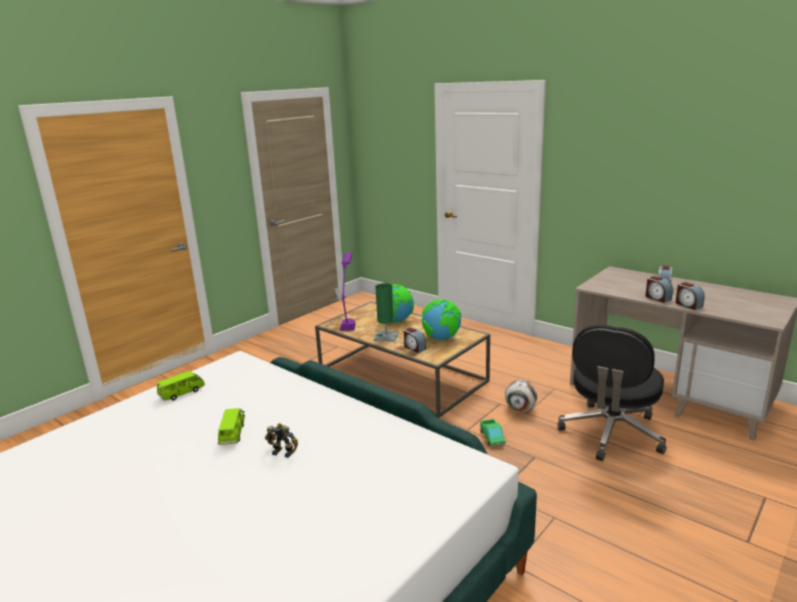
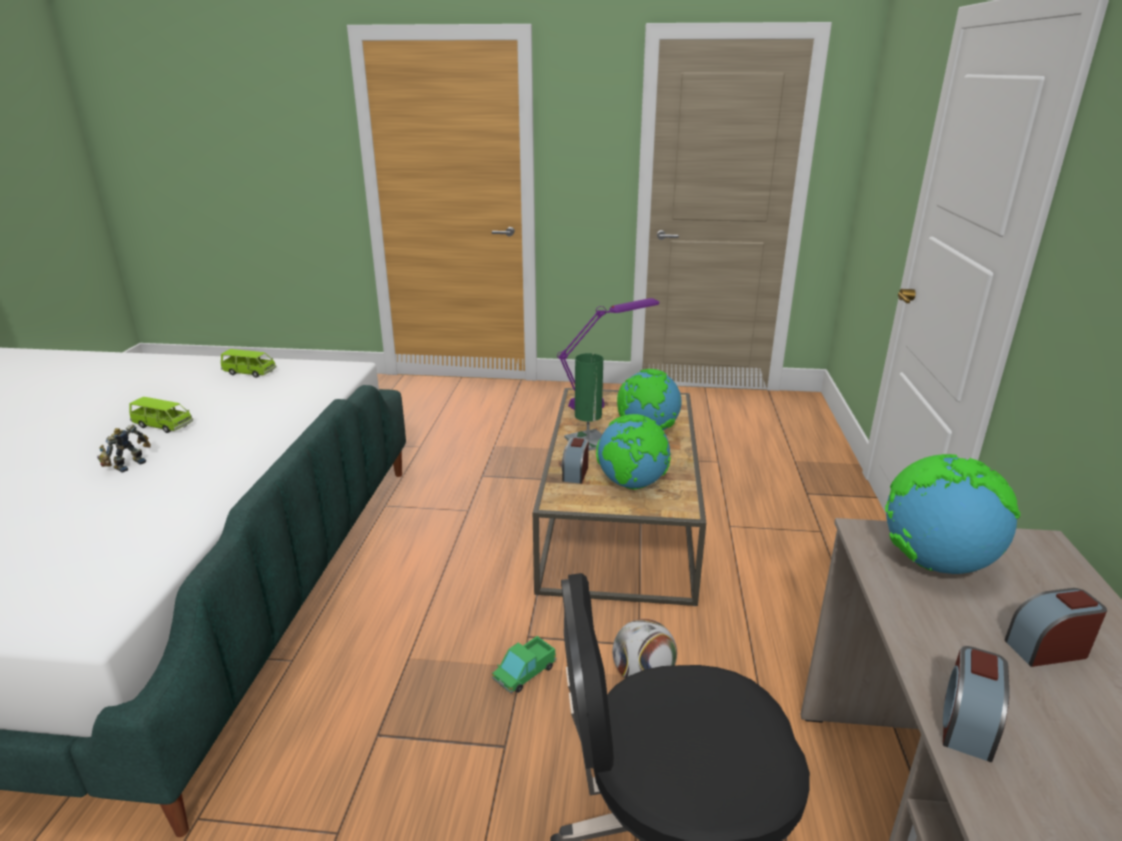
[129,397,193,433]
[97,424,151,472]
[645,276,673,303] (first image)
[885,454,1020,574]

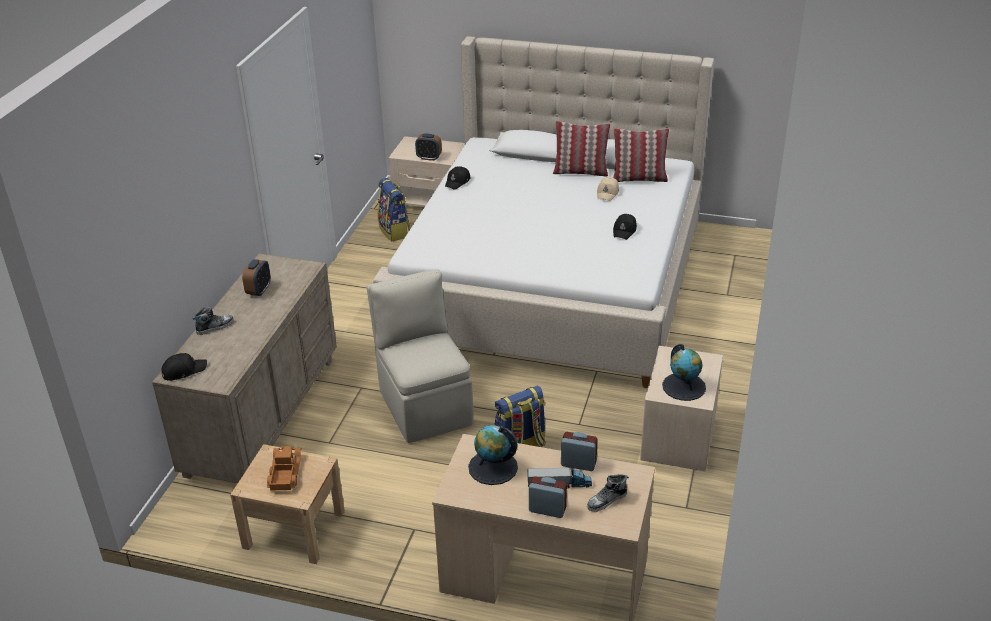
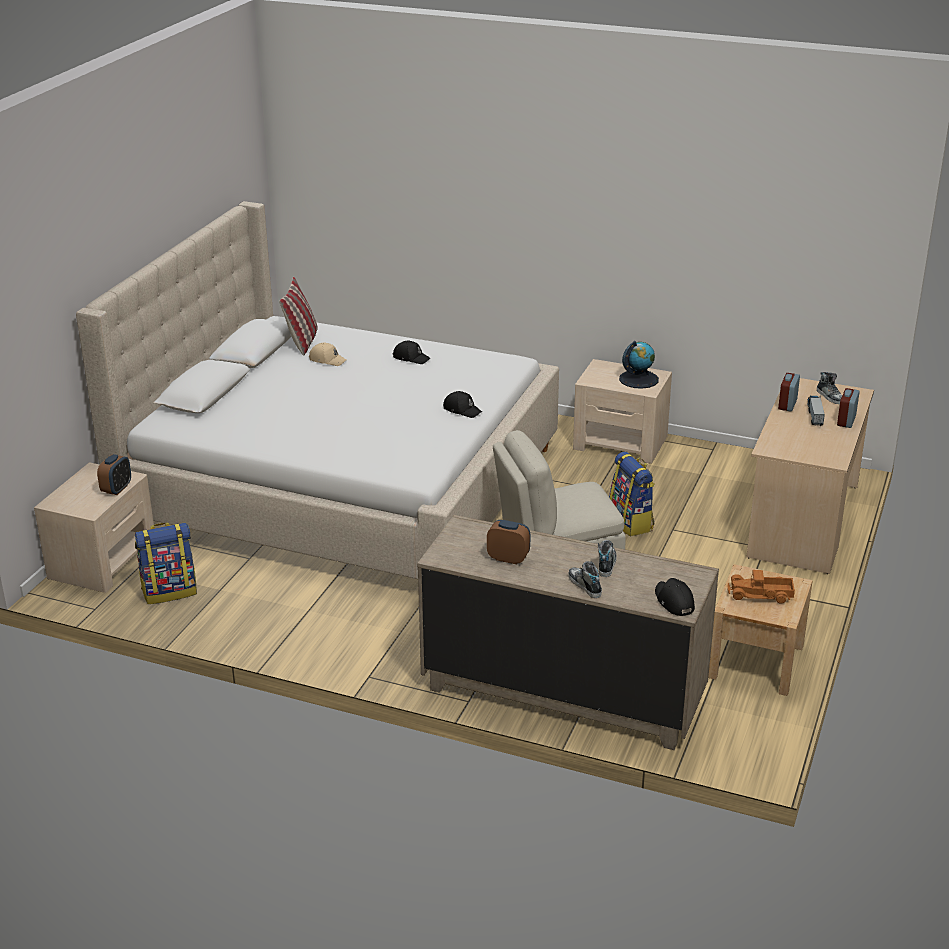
[443,391,482,418]
[468,425,518,485] (first image)
[553,121,610,176] (first image)
[598,540,617,577]

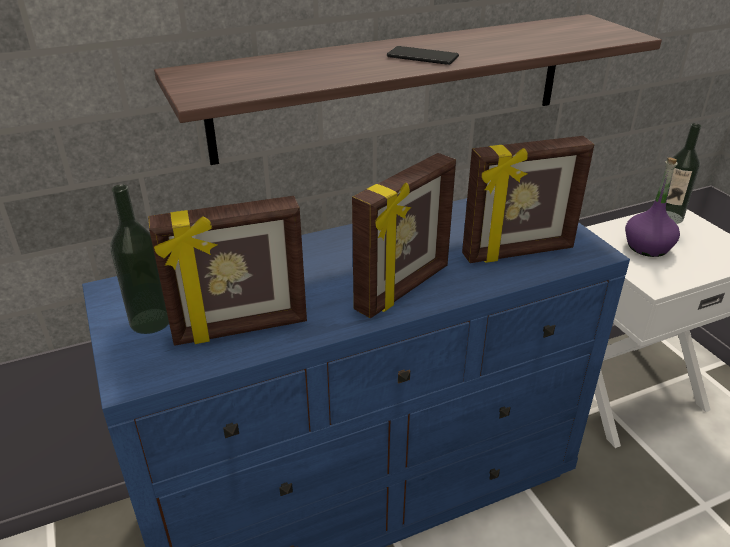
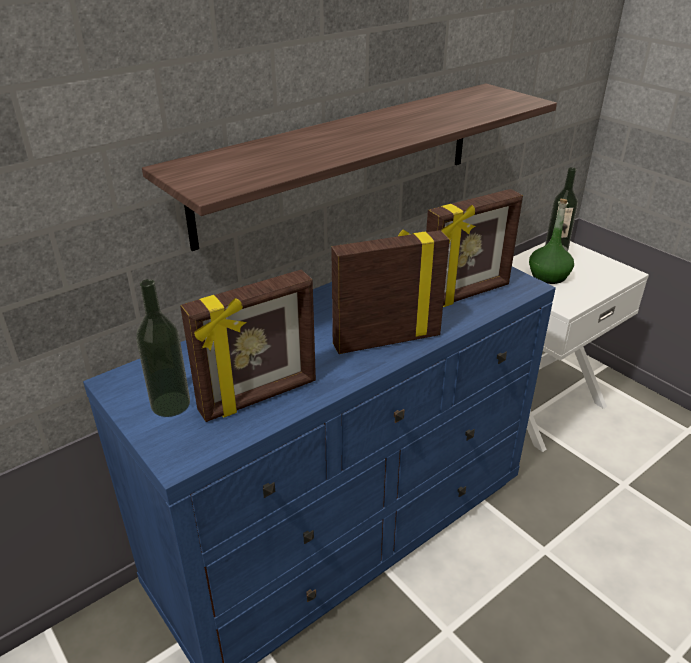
[331,230,450,354]
[387,46,459,65] (first image)
[529,199,574,284]

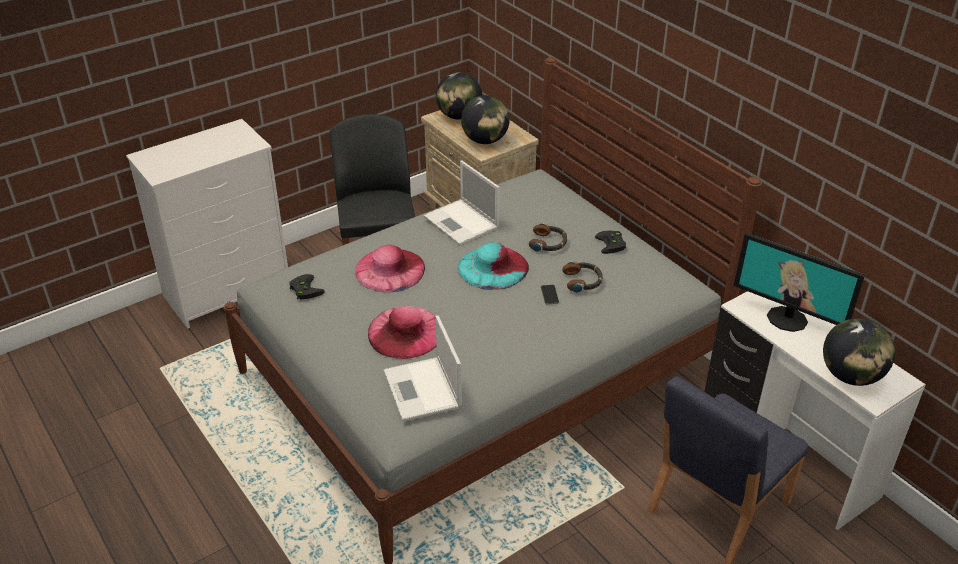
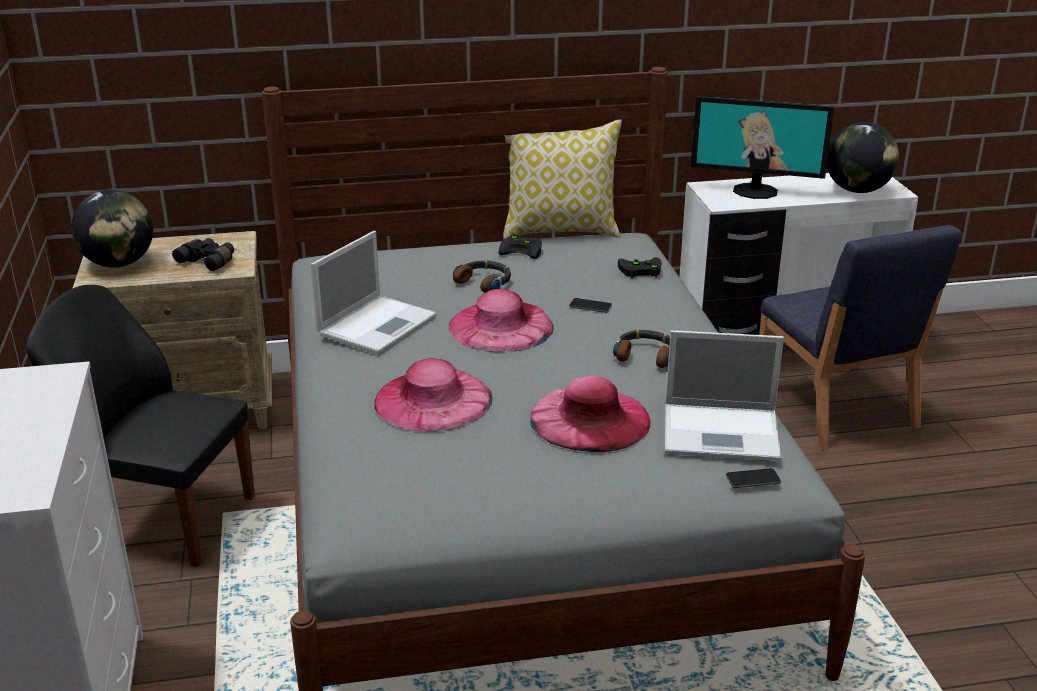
[618,257,662,278]
[310,231,437,354]
[449,289,554,352]
[172,238,234,271]
[613,329,670,368]
[691,96,834,199]
[503,119,622,239]
[725,468,781,488]

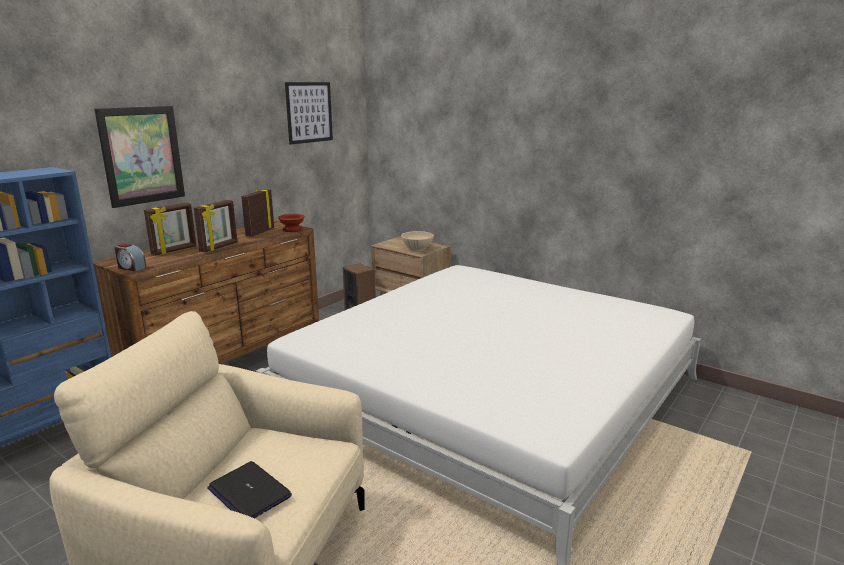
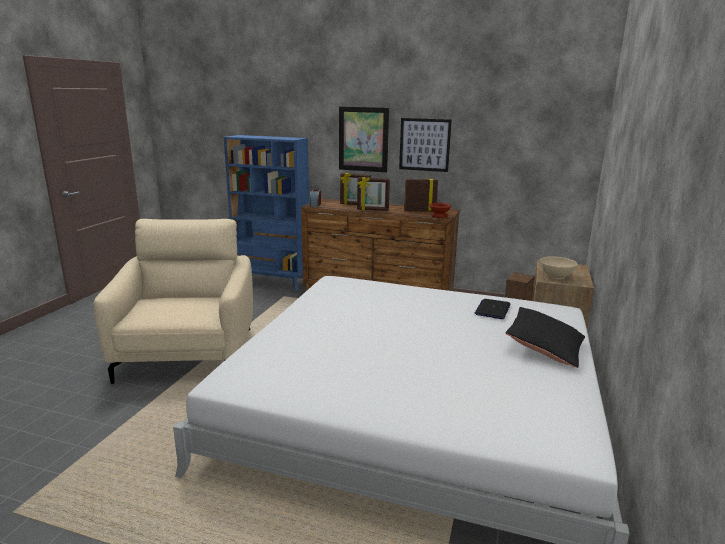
[474,299,510,319]
[399,118,452,172]
[506,307,585,368]

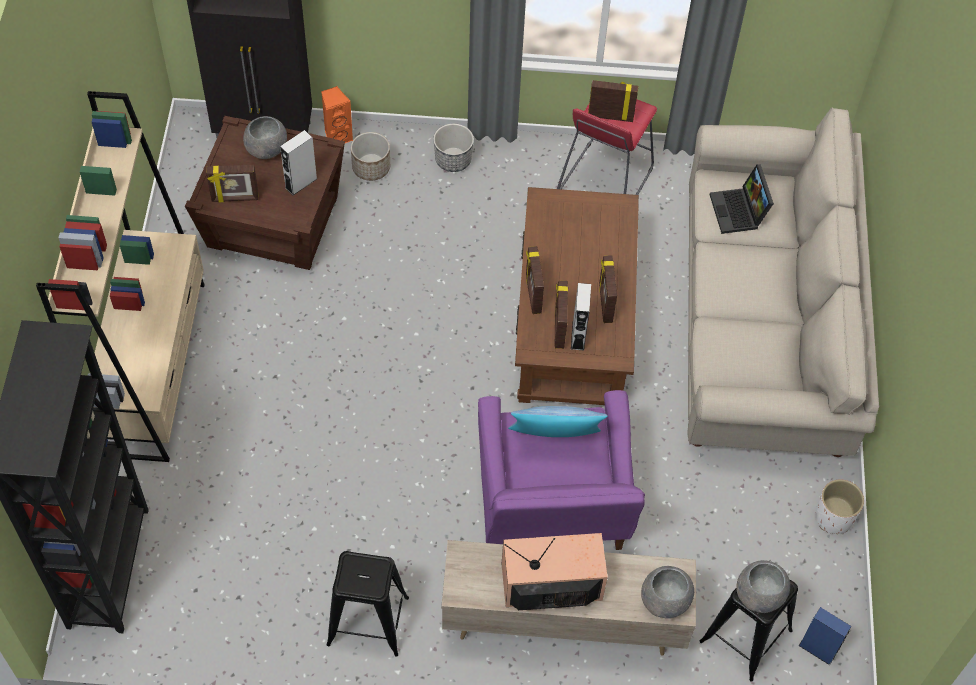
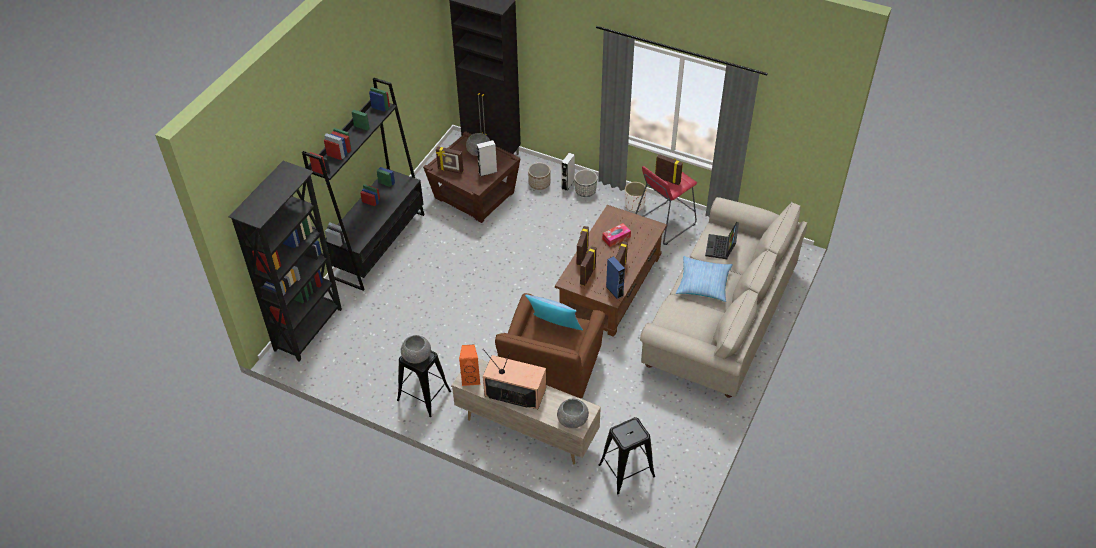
[302,78,424,291]
[459,345,481,386]
[495,293,605,399]
[561,153,575,191]
[401,335,431,363]
[606,256,625,299]
[625,182,647,212]
[602,223,631,247]
[676,256,733,302]

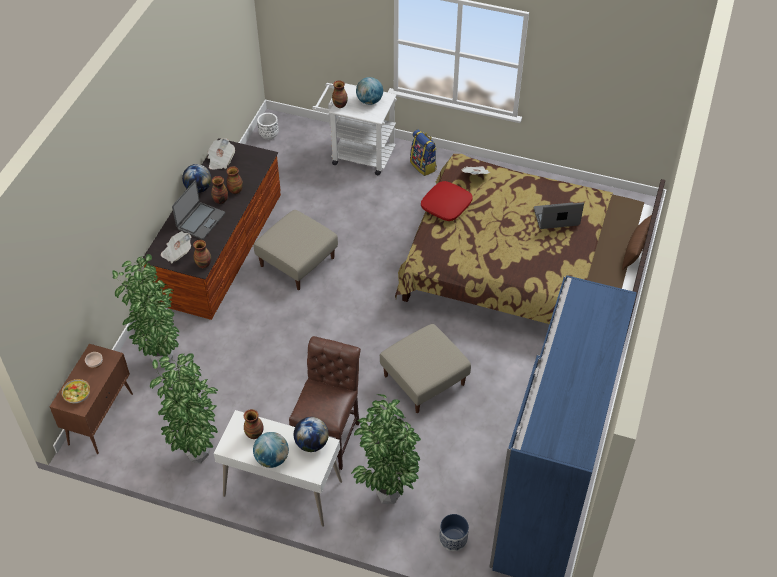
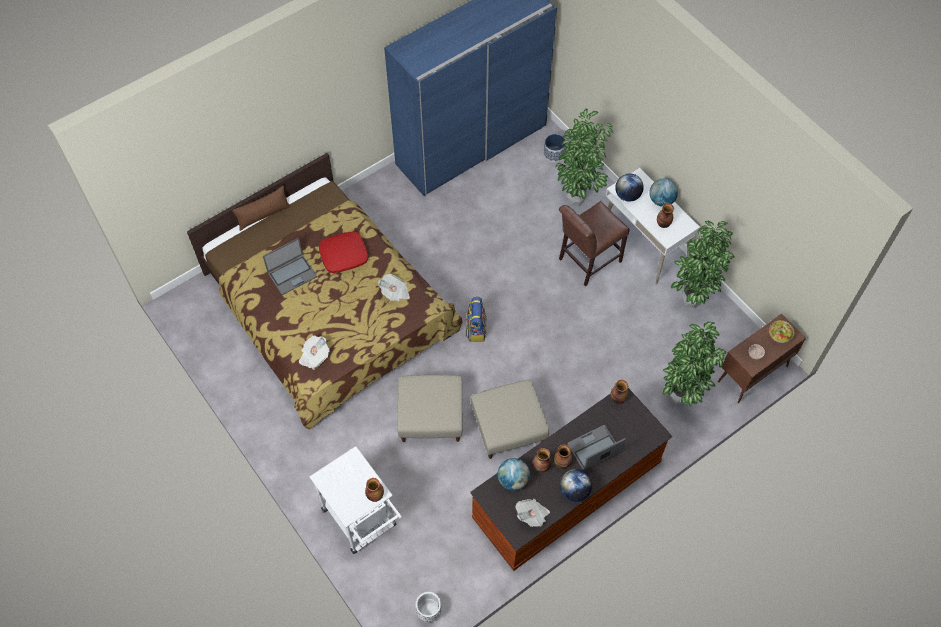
[378,274,410,301]
[498,458,530,491]
[397,375,462,442]
[466,297,486,342]
[319,231,368,273]
[263,238,317,295]

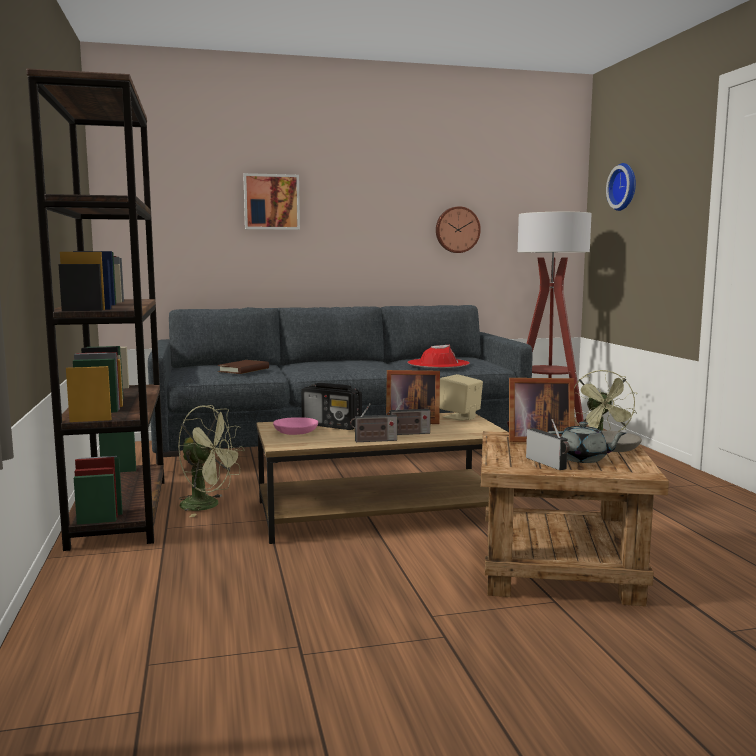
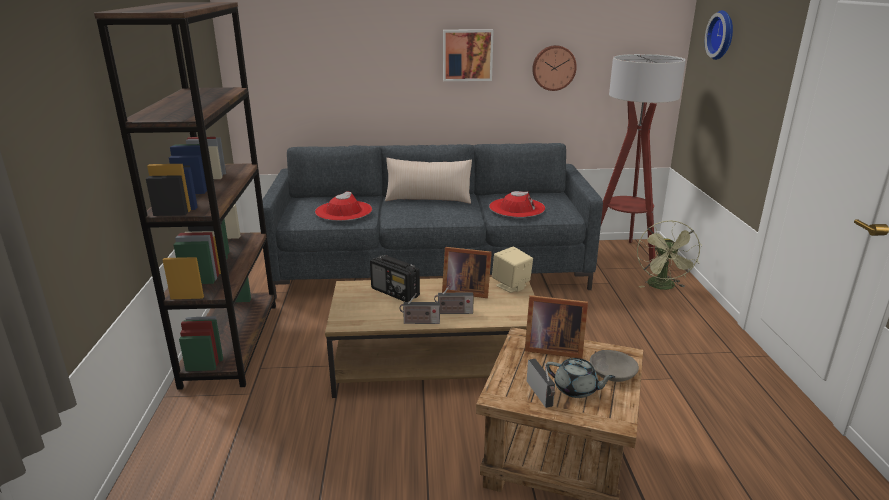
[178,405,244,517] (first image)
[315,191,372,221]
[443,29,494,81]
[273,417,318,435] (first image)
[385,158,472,204]

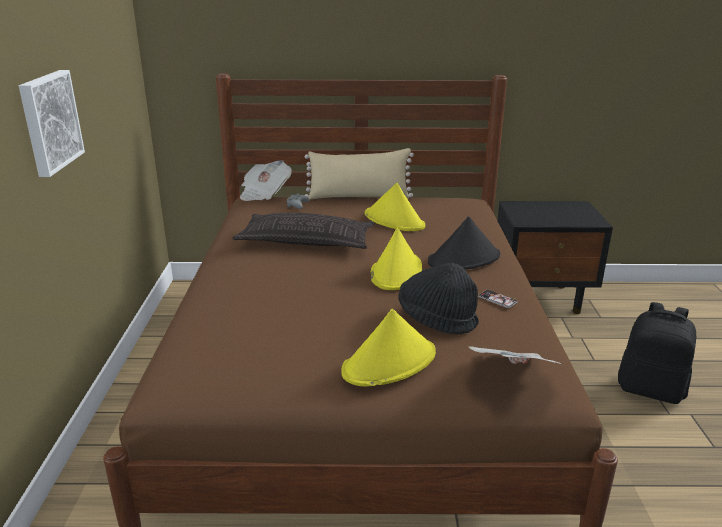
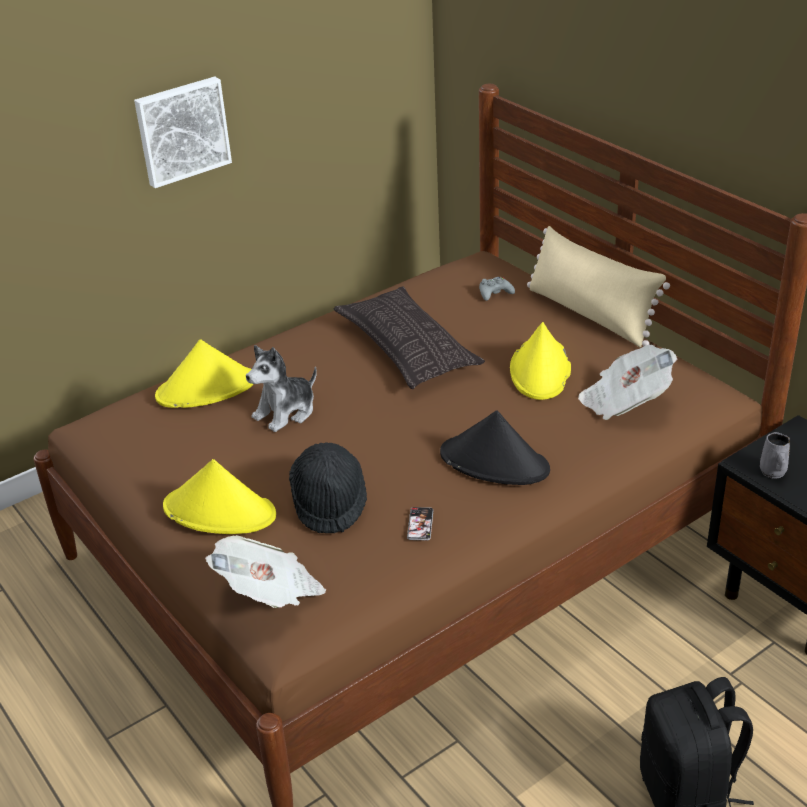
[578,344,677,420]
[155,339,253,408]
[246,345,317,432]
[760,432,790,479]

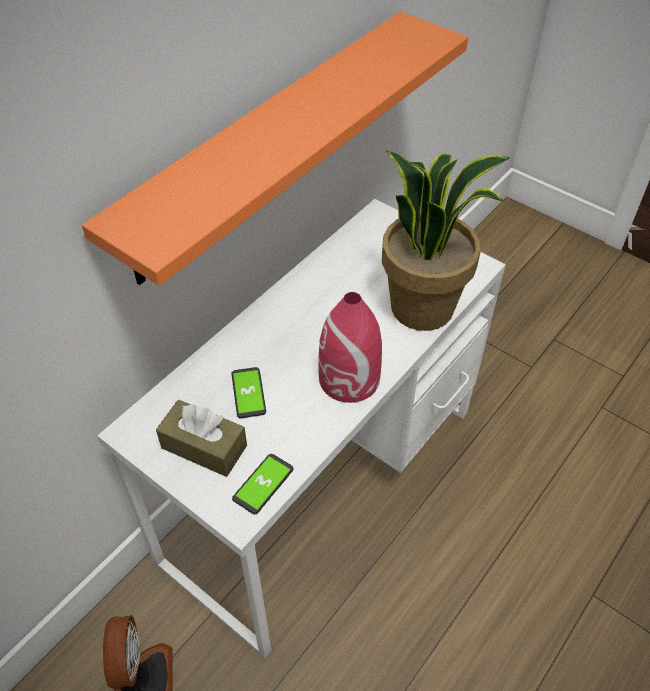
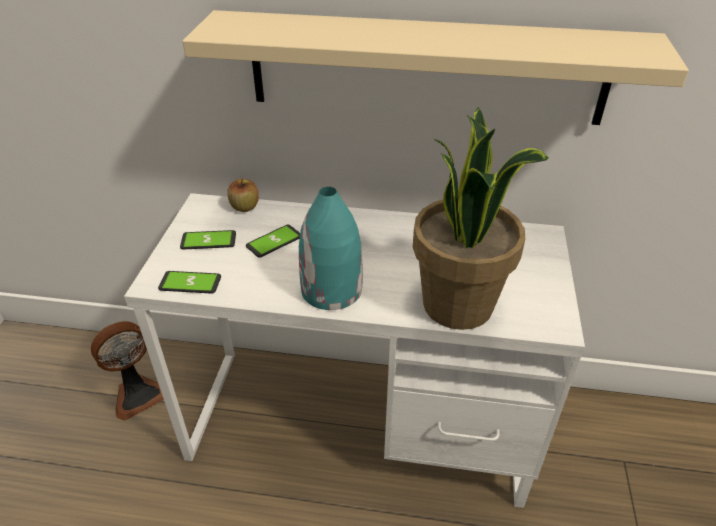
[183,10,689,125]
[180,230,236,250]
[299,187,362,310]
[227,179,259,212]

